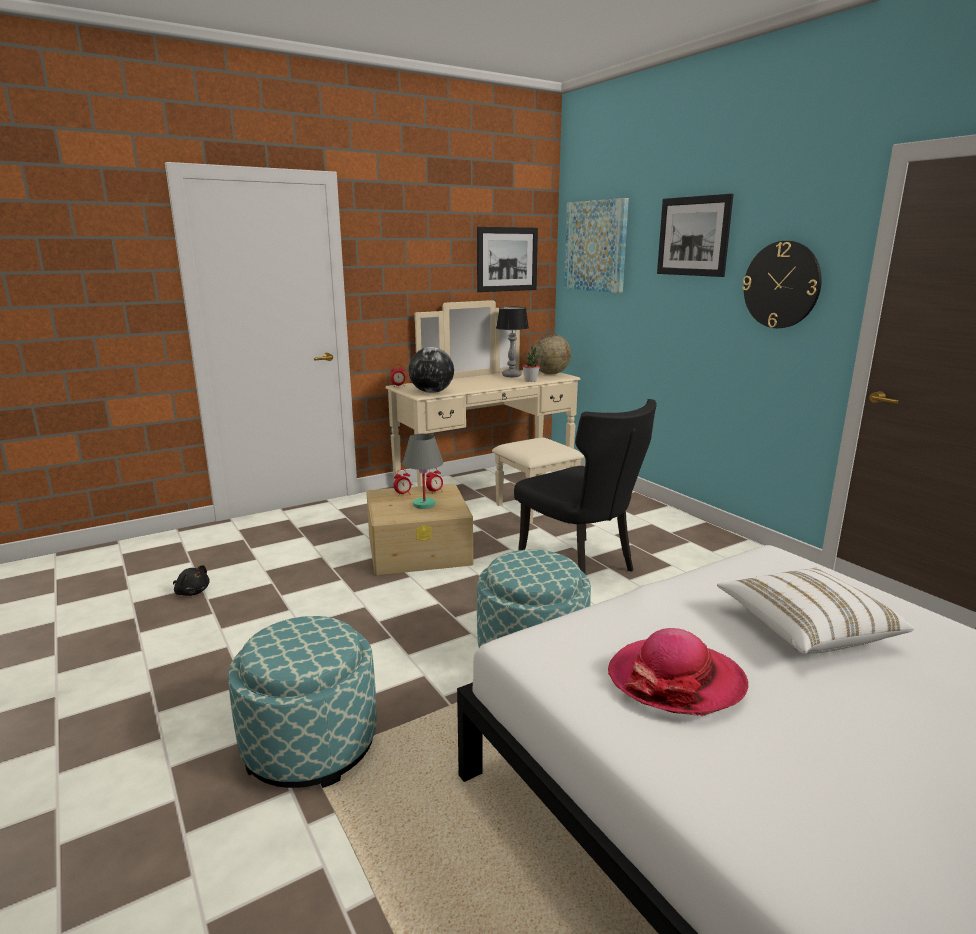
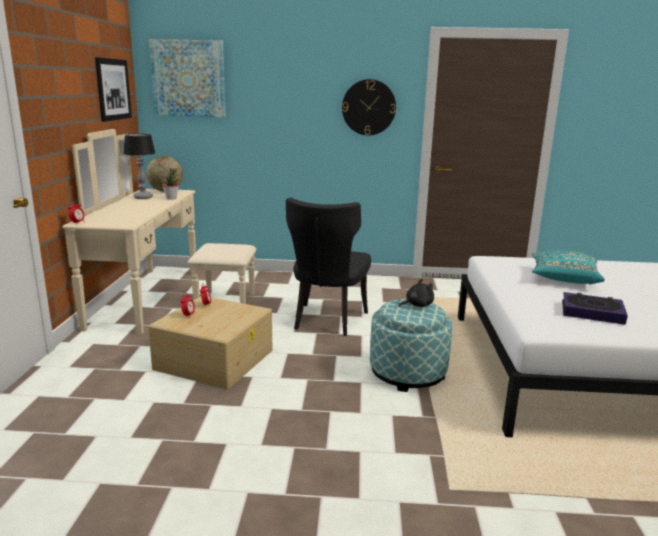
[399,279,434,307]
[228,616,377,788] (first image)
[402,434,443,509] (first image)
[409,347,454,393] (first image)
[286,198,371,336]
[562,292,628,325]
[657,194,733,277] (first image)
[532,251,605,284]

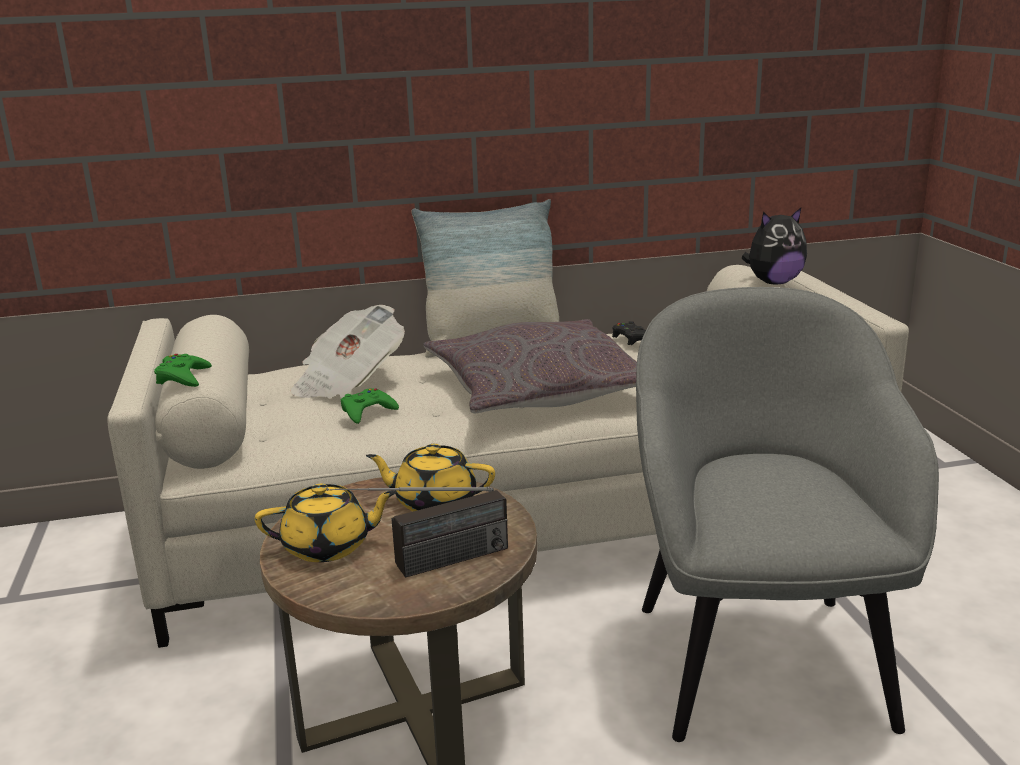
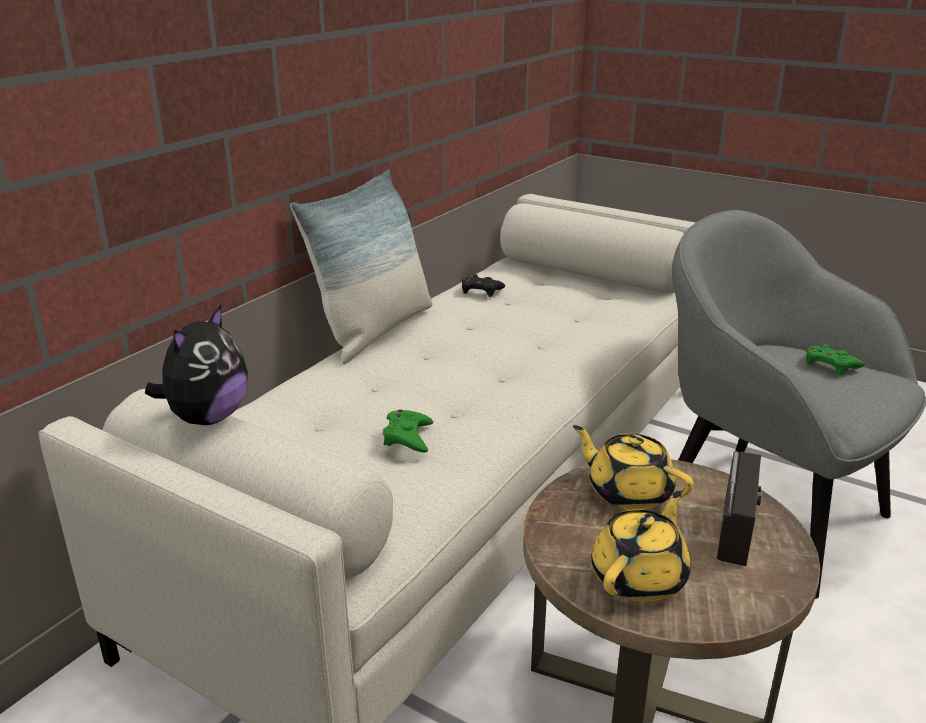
[806,344,864,375]
[291,305,405,398] (first image)
[573,425,694,510]
[424,319,637,413] (first image)
[145,305,248,425]

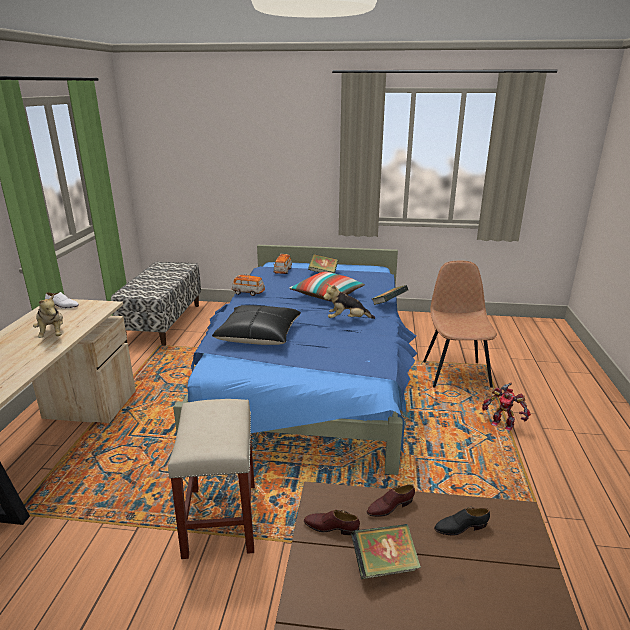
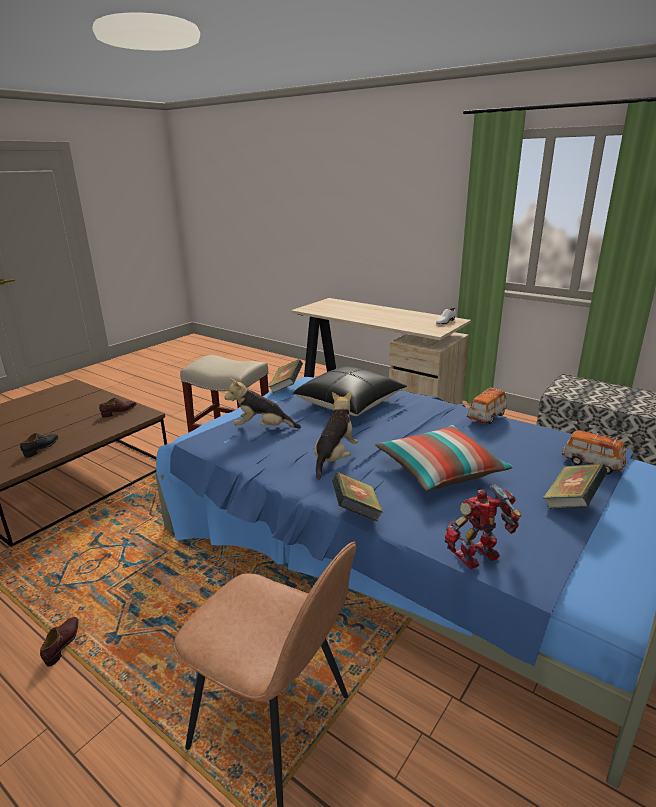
[224,378,301,428]
[269,359,303,393]
[40,617,79,667]
[445,484,521,569]

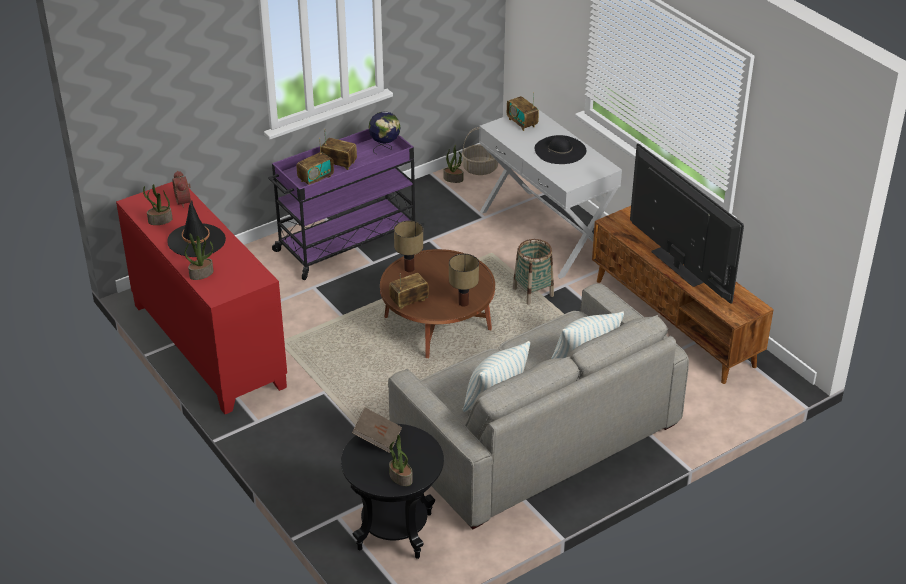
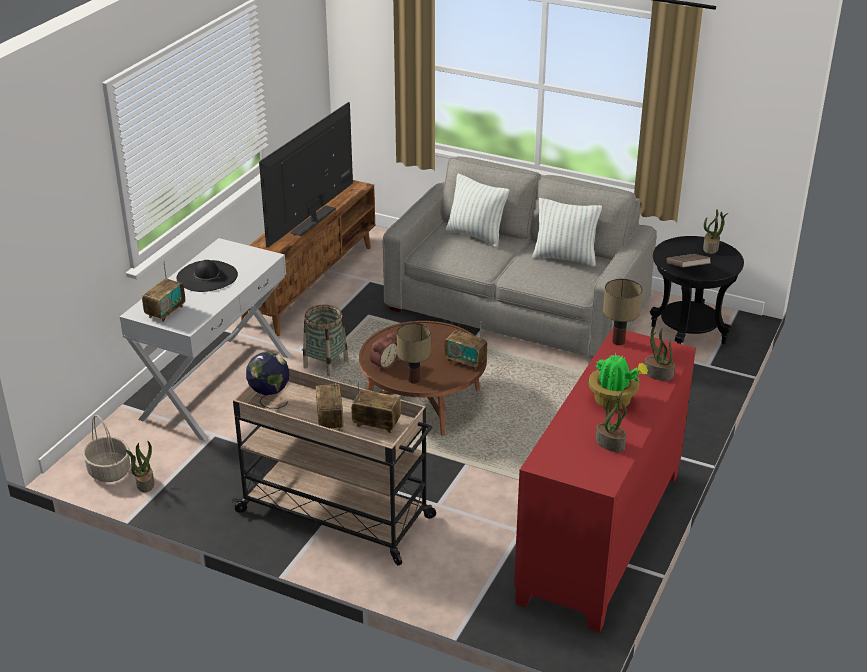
[589,350,648,410]
[370,333,398,371]
[231,367,436,566]
[603,279,643,345]

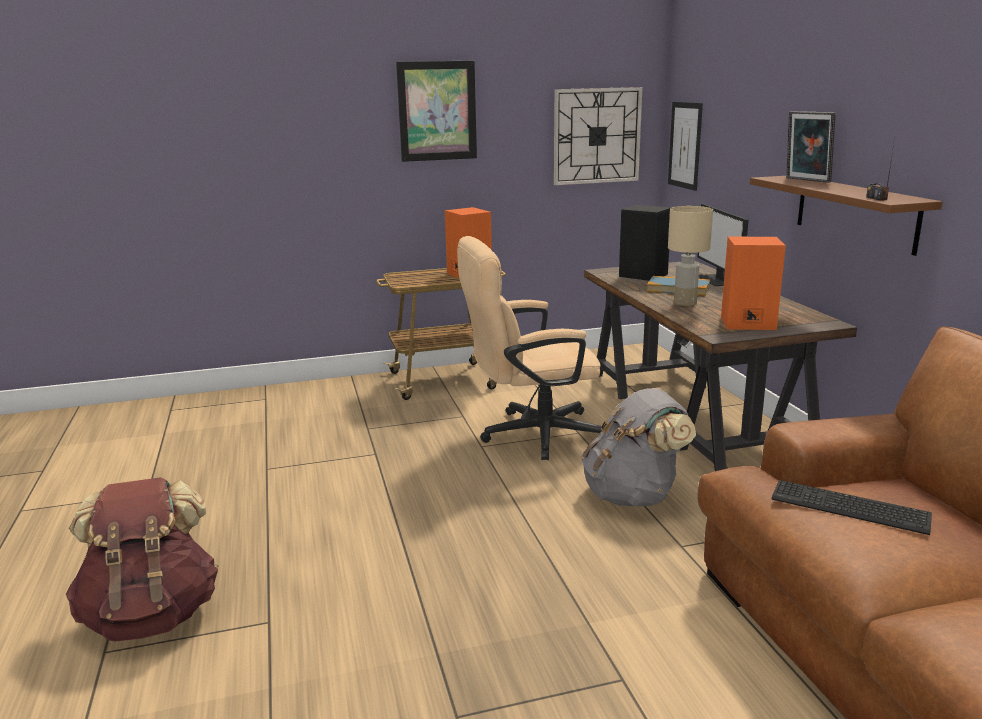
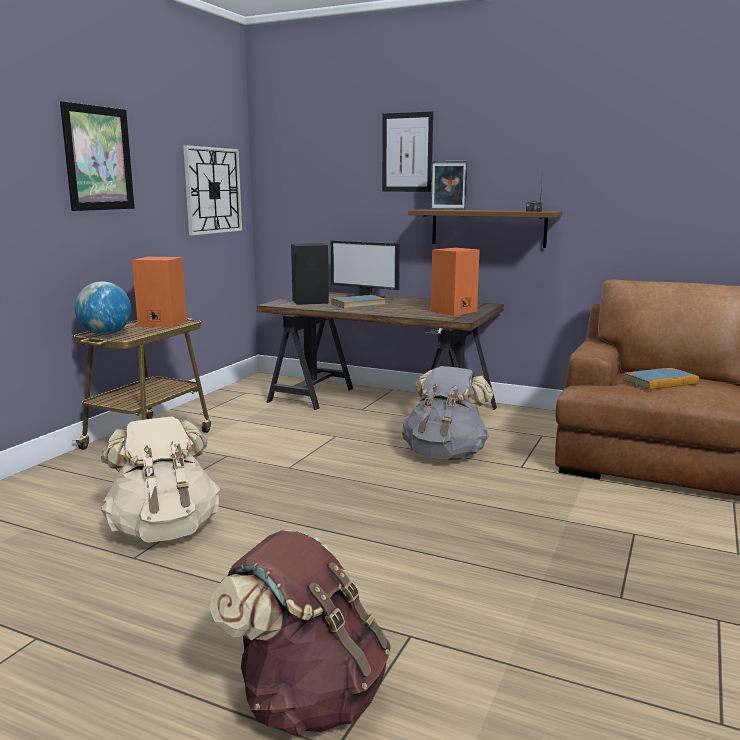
[457,236,602,460] (first image)
[382,111,433,192]
[668,206,713,306] (first image)
[623,368,699,390]
[75,281,131,335]
[101,416,220,543]

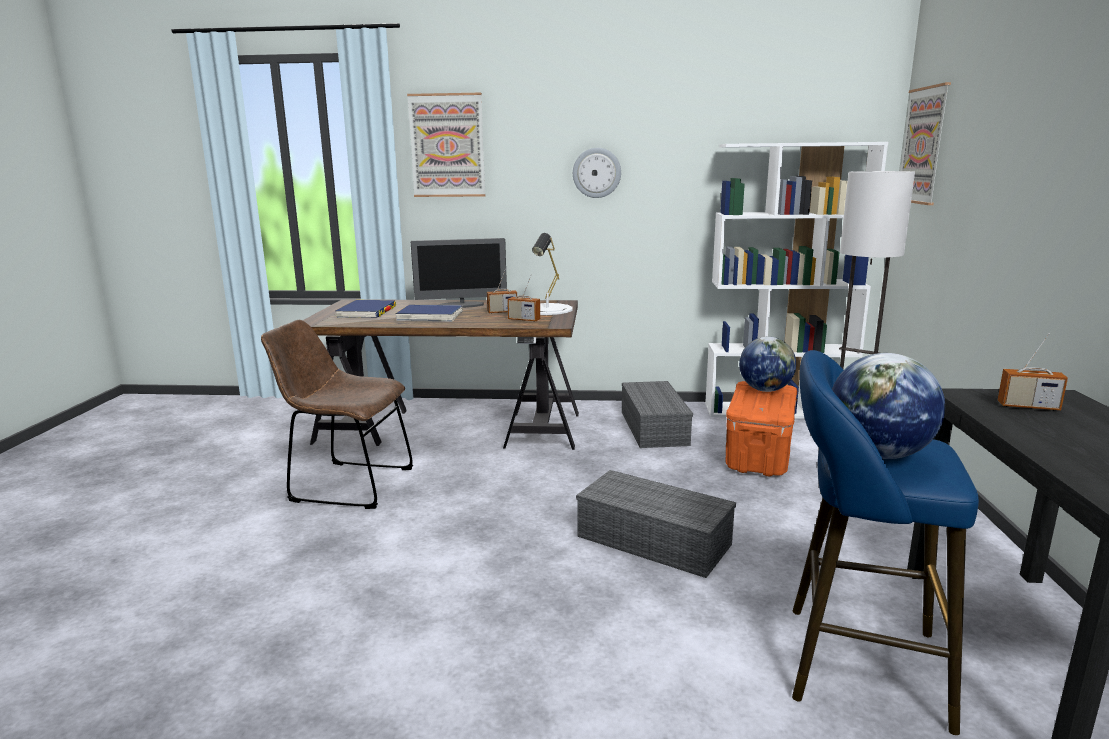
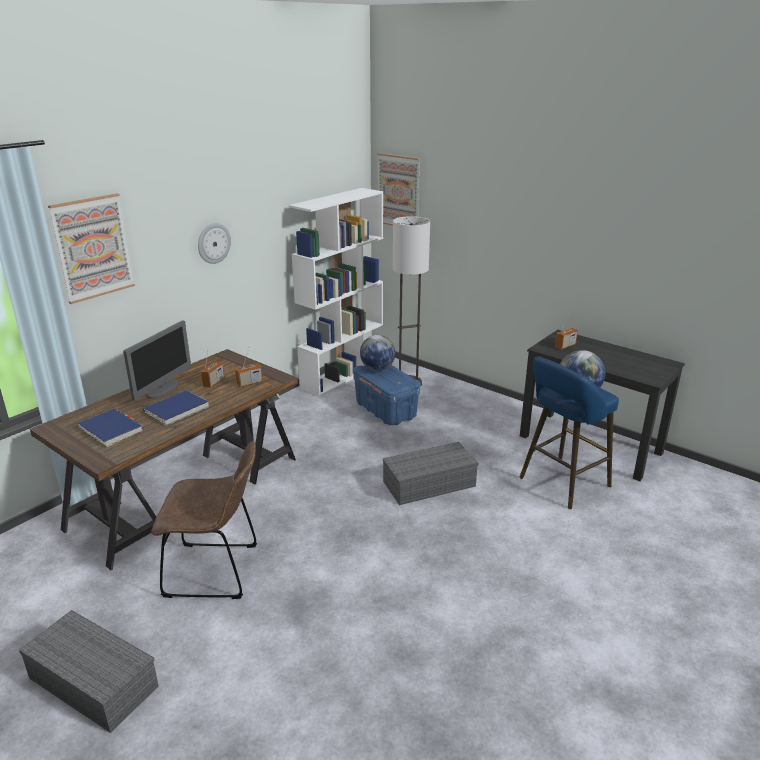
[151,441,257,599]
[532,233,572,315] (first image)
[19,610,159,733]
[353,365,421,425]

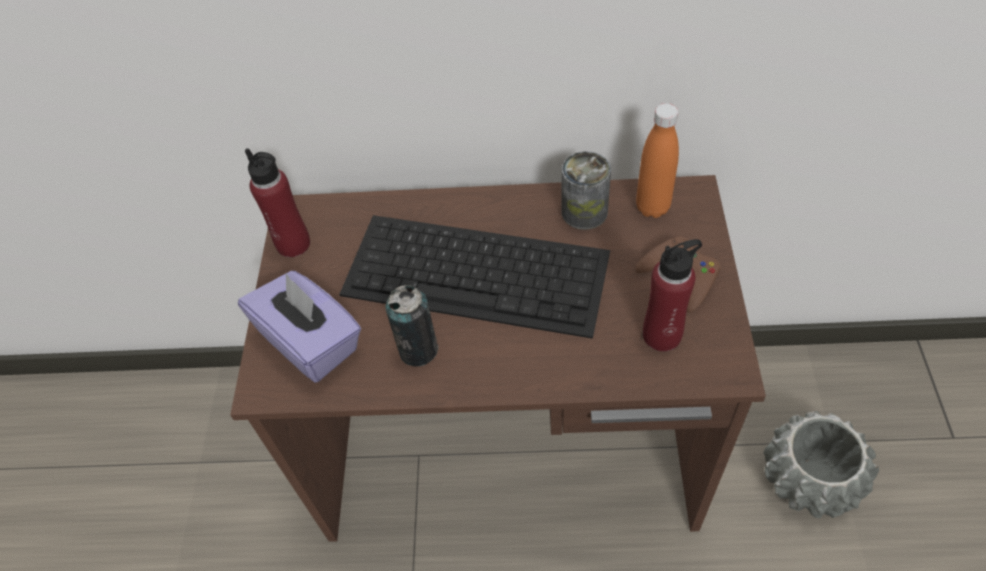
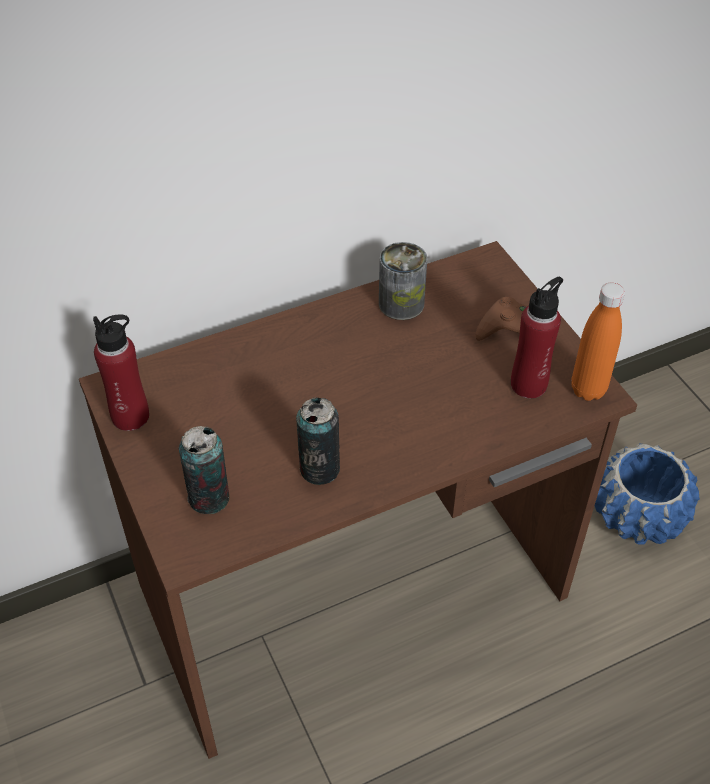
[179,426,229,514]
[339,215,610,339] (first image)
[571,283,625,401]
[595,444,700,545]

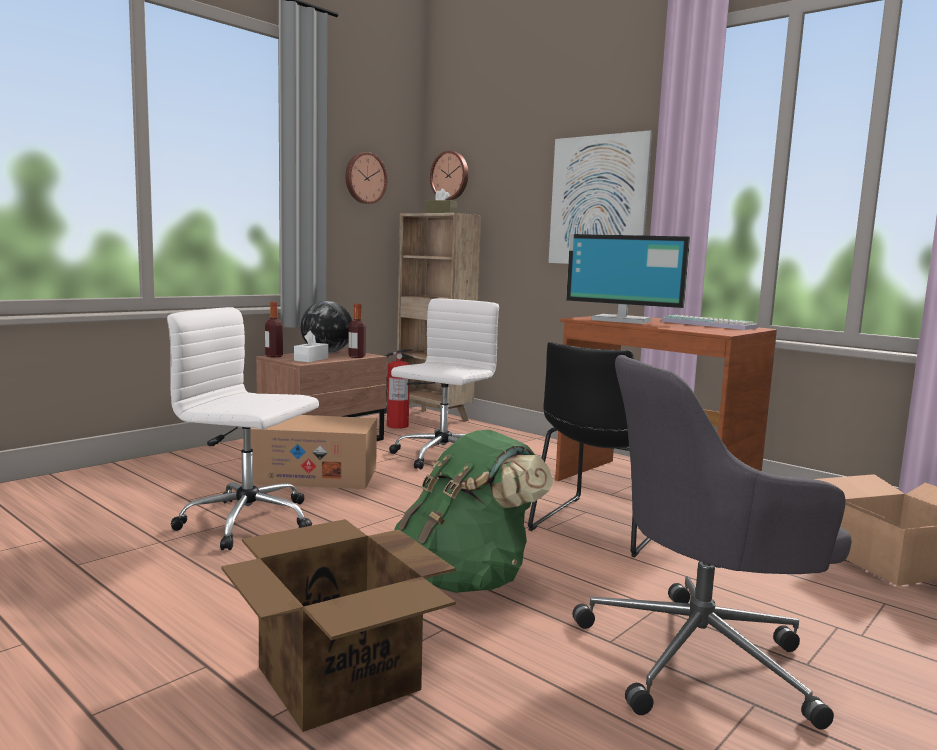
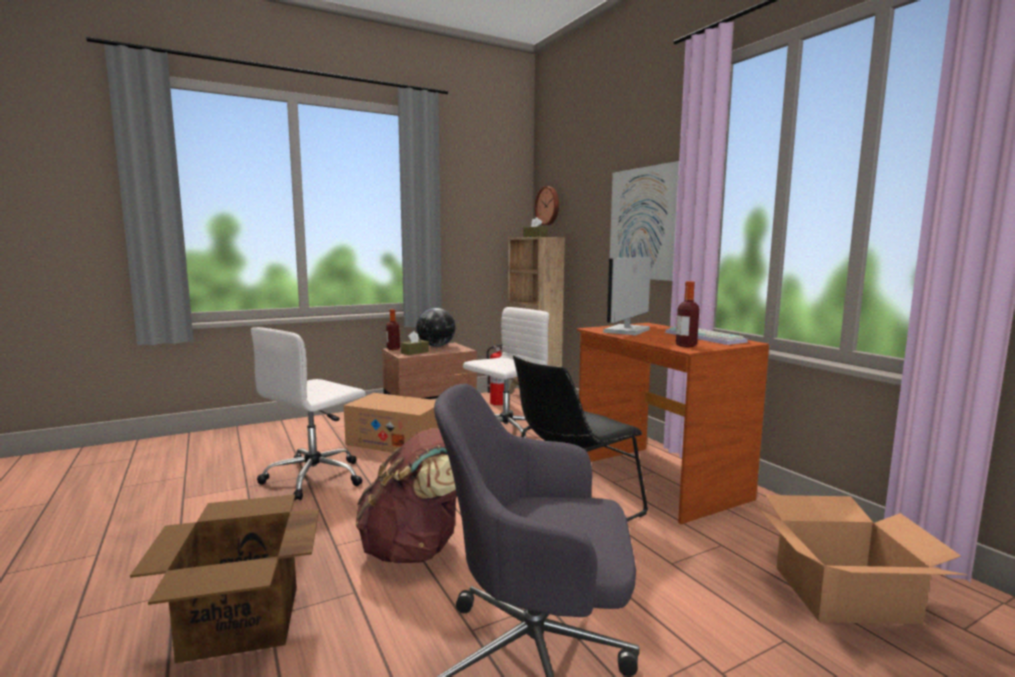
[251,327,366,500]
[401,331,429,355]
[345,152,388,204] (first image)
[676,281,699,347]
[356,428,457,563]
[603,257,651,335]

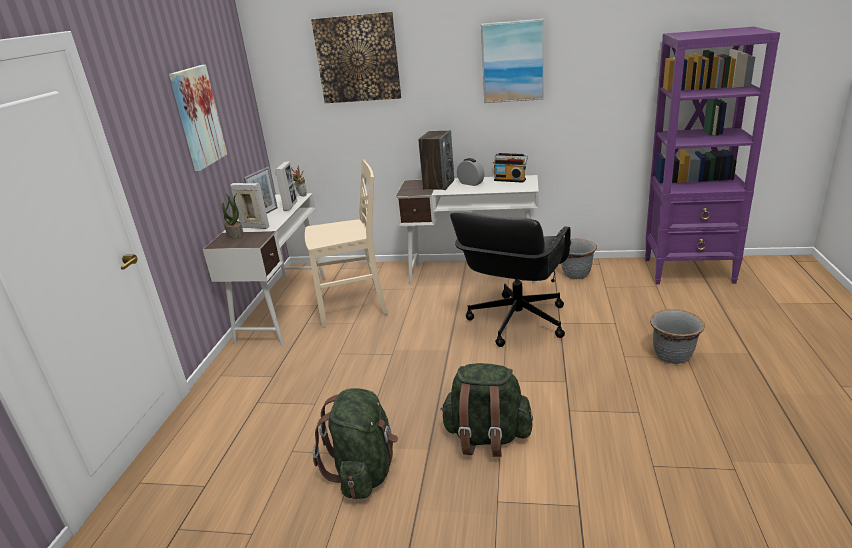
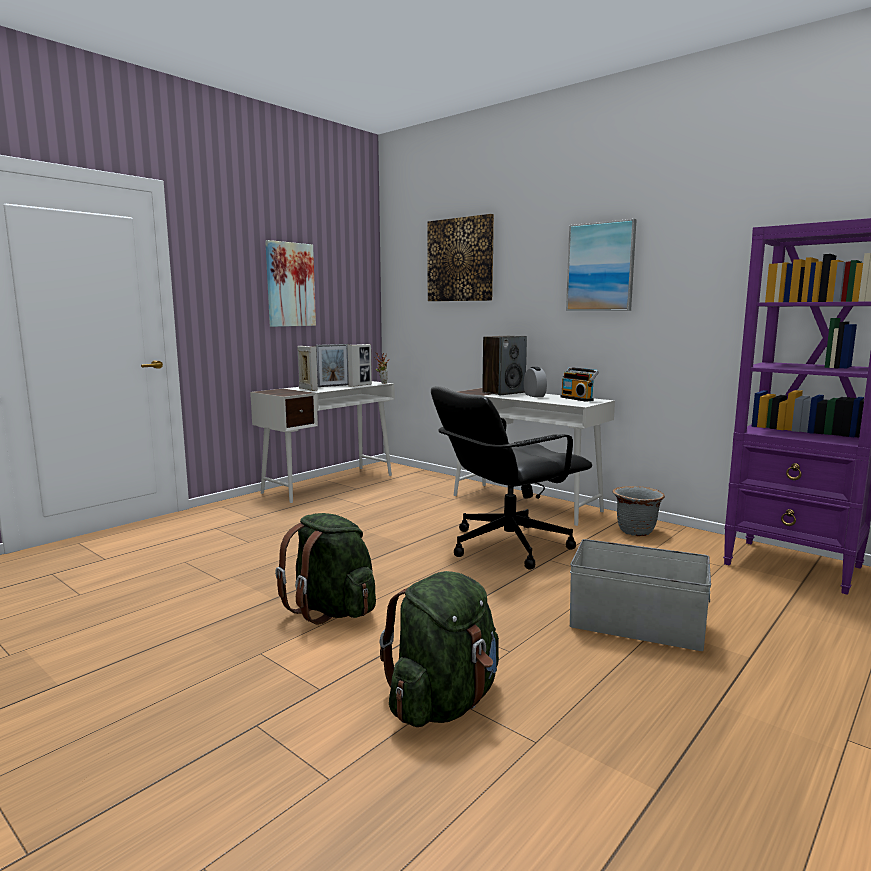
[222,193,244,239] (first image)
[305,160,388,328] (first image)
[380,571,499,727]
[570,539,711,651]

